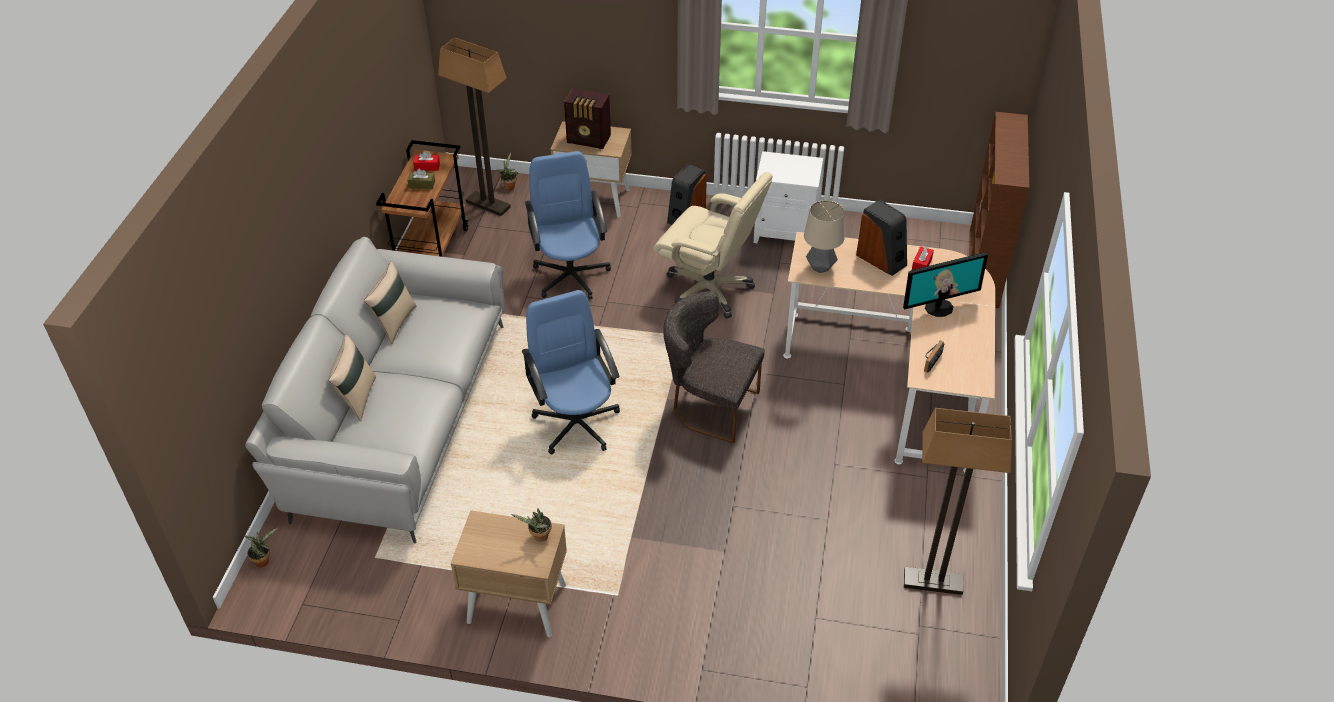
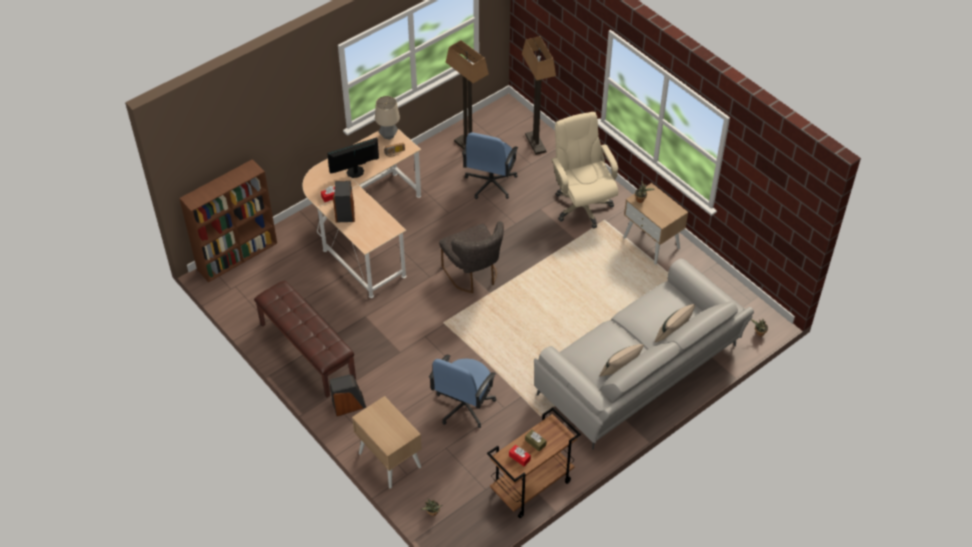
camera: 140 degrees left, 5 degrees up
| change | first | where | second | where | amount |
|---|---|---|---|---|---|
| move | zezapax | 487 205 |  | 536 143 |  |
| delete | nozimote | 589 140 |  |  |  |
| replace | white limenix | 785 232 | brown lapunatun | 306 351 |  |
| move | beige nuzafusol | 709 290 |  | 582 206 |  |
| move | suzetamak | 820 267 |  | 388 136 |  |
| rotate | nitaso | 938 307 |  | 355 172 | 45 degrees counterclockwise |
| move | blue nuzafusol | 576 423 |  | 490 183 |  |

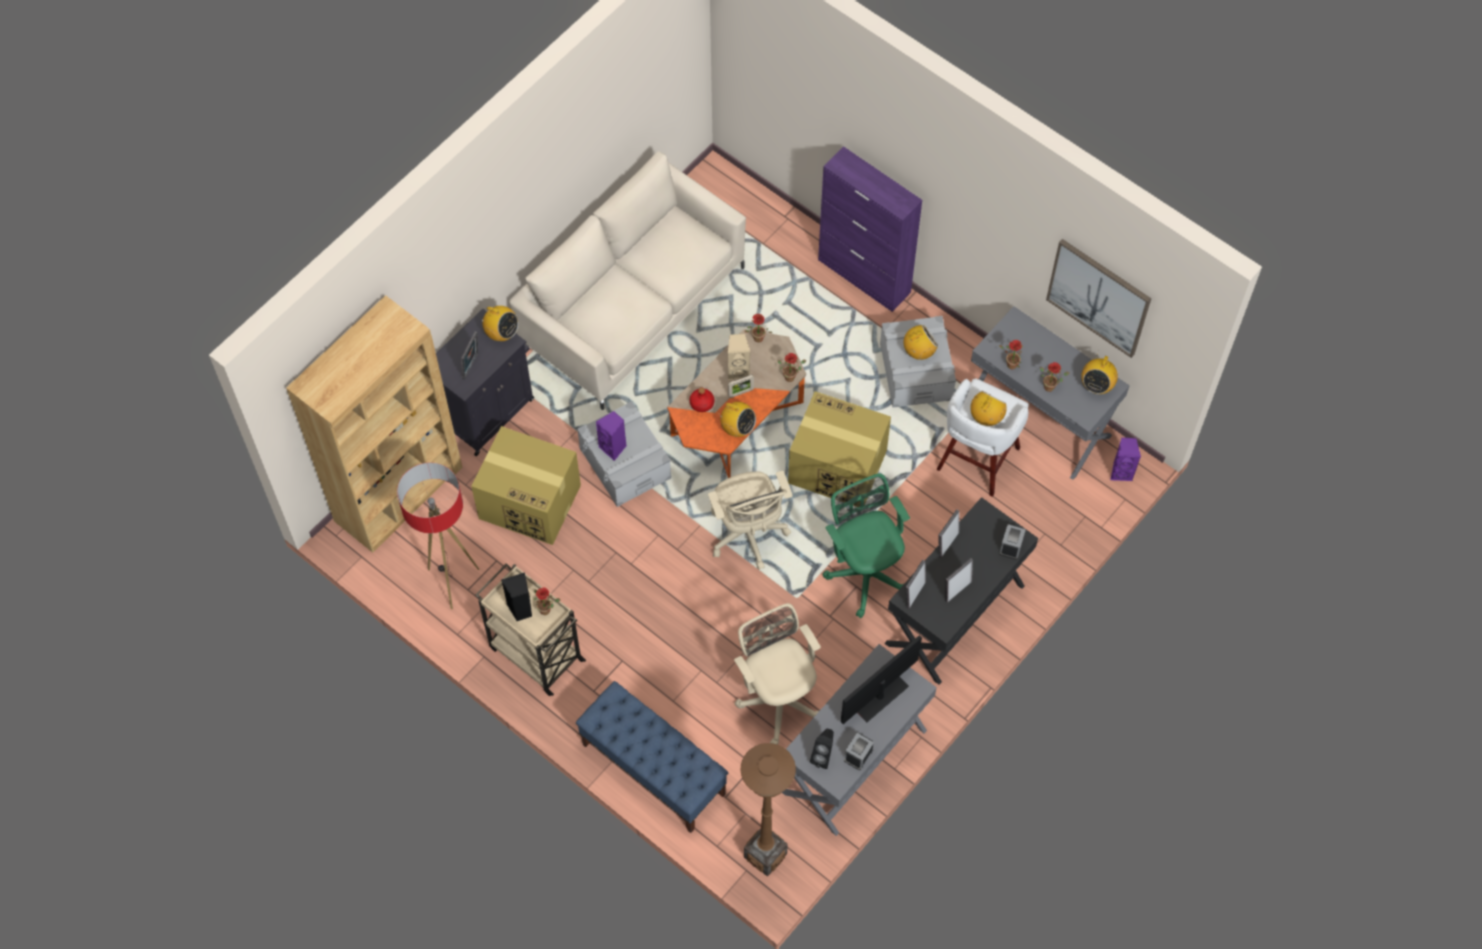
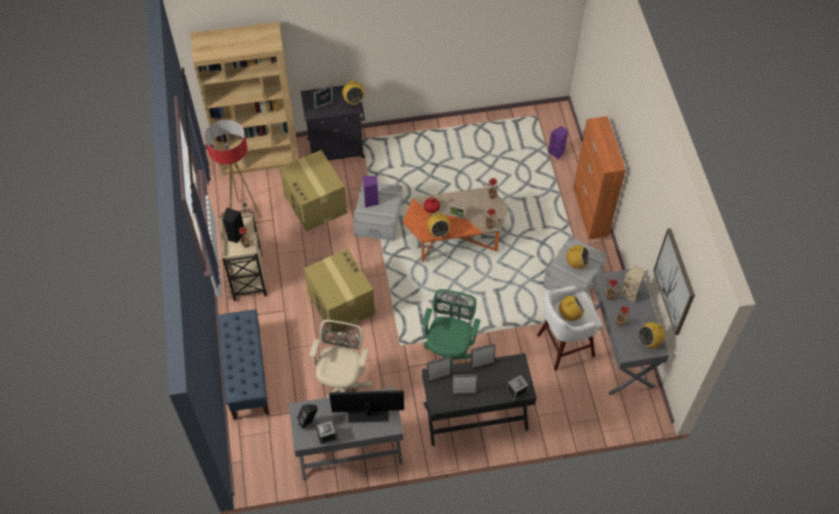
camera: 40 degrees right, 5 degrees down
| change | first | where | second | where | amount |
|---|---|---|---|---|---|
| recolor | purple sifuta | 864 276 | orange sifuta | 590 212 |  |
| delete | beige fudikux | 632 306 |  |  |  |
| move | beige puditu | 738 370 |  | 630 293 |  |
| move | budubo | 836 467 |  | 340 303 |  |
| move | purple puditu | 1121 472 |  | 557 152 |  |
| delete | beige nuzafusol | 748 534 |  |  |  |
| delete | brown zezapax | 765 855 |  |  |  |

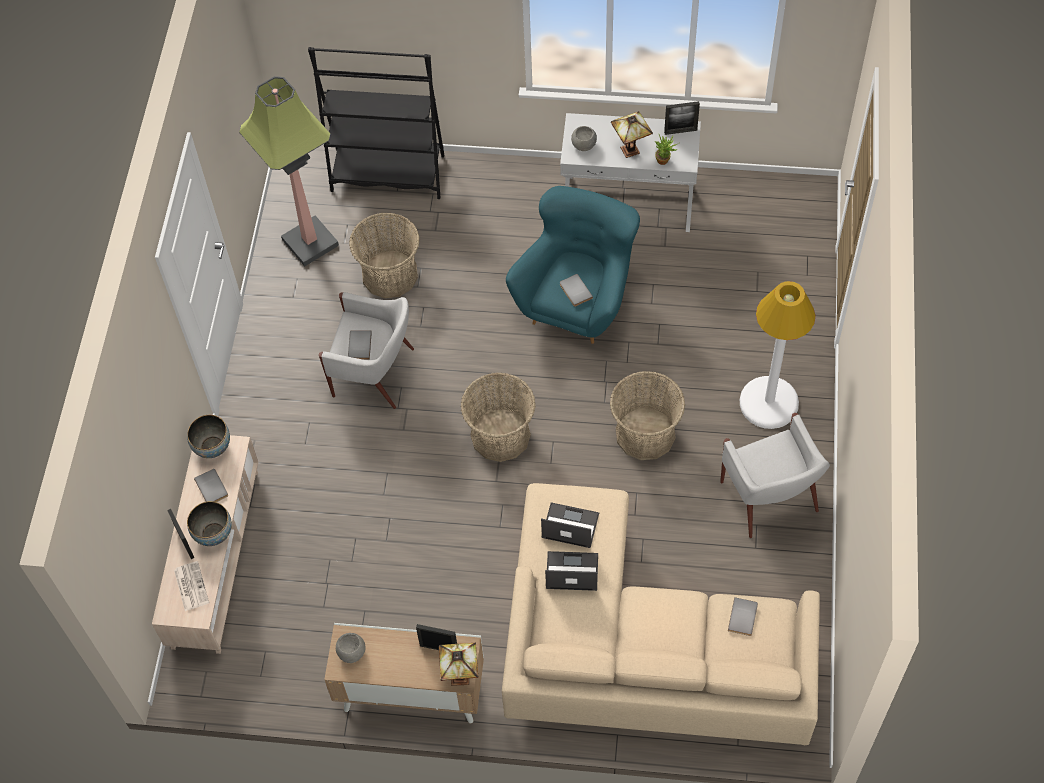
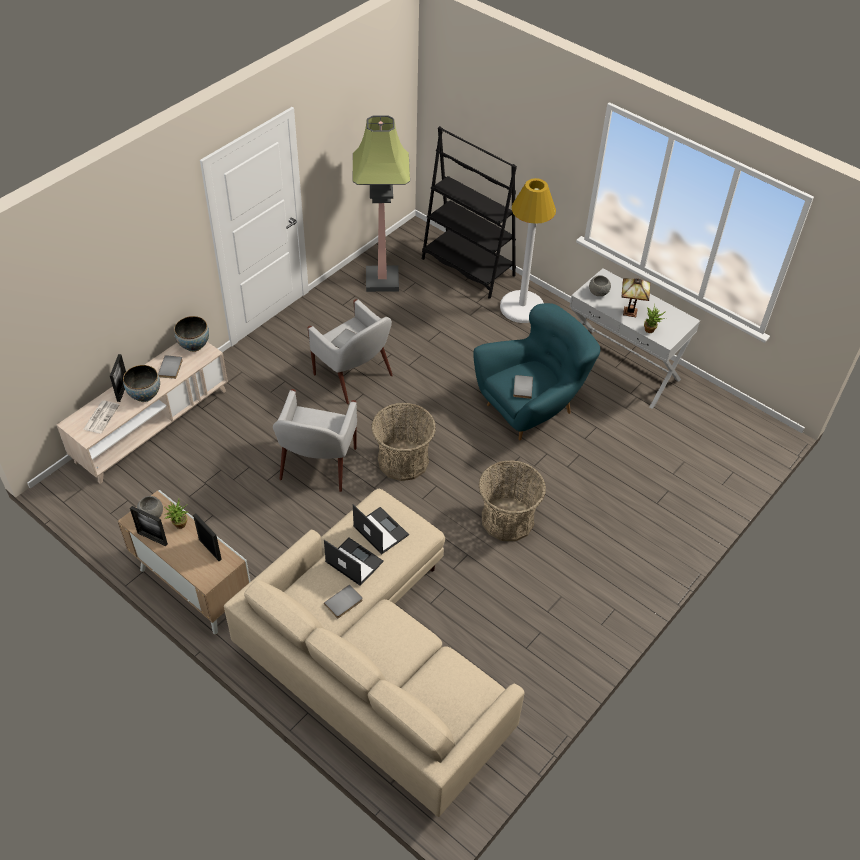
camera: 30 degrees right, 10 degrees down
| change | first | where | second | where | amount |
|---|---|---|---|---|---|
| move | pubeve | 680 131 |  | 152 538 |  |
| delete | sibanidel | 390 274 |  |  |  |
| move | white zezapax | 769 403 |  | 522 307 |  |
| move | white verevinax | 769 498 |  | 317 465 |  |
| move | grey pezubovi | 744 617 |  | 344 603 |  |
| delete | suzetamak | 461 675 |  |  |  |
| insert |  |  | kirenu | 179 526 |  |

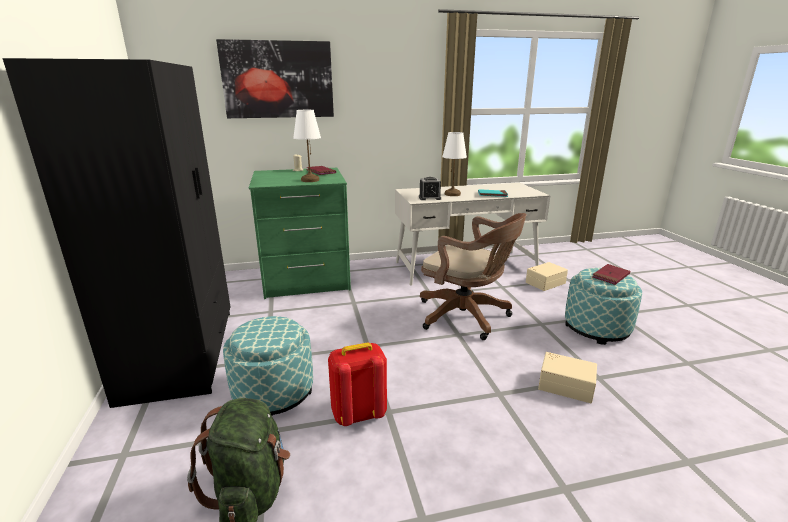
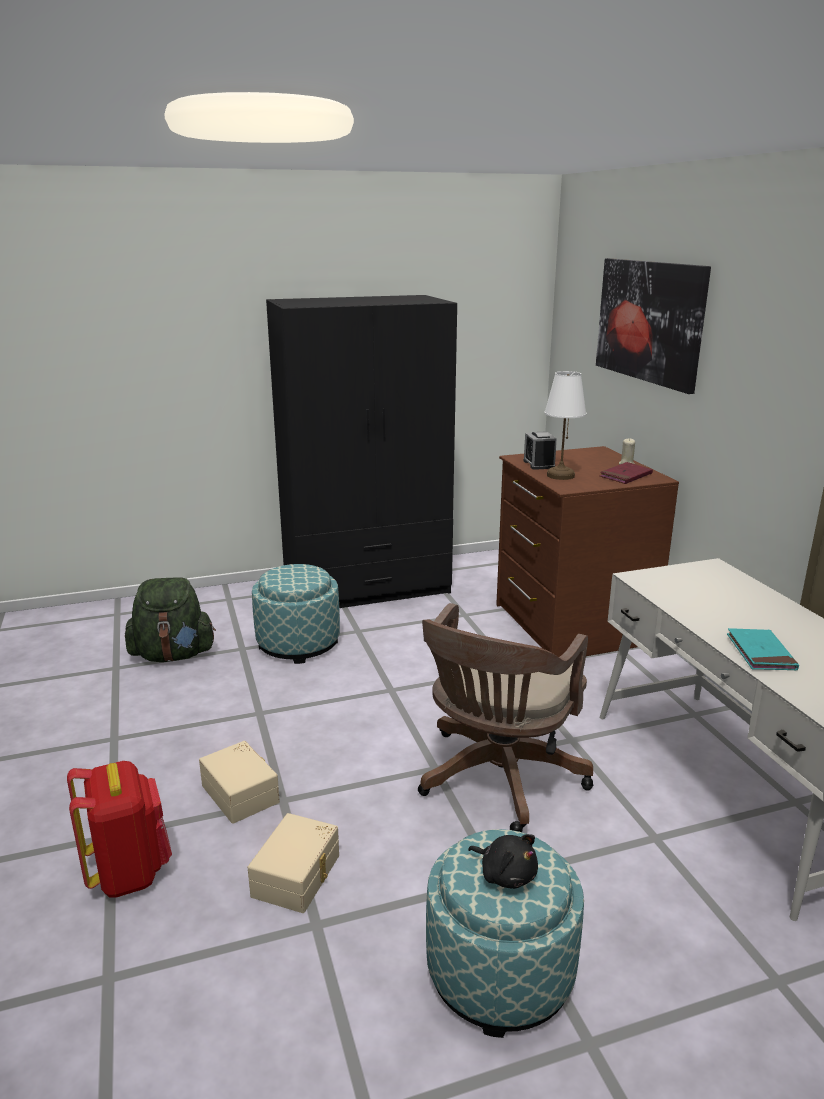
camera: 85 degrees right, 0 degrees up
| change | first | where | second | where | amount |
|---|---|---|---|---|---|
| delete | white suzetamak | 452 194 |  |  |  |
| recolor | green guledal | 306 279 | brown guledal | 570 624 |  |
| move | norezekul | 429 198 |  | 539 464 |  |
| move | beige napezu | 544 282 |  | 242 792 |  |
| replace | red pezubovi | 610 276 | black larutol | 506 874 |  |
| move | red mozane | 358 414 |  | 129 872 |  |

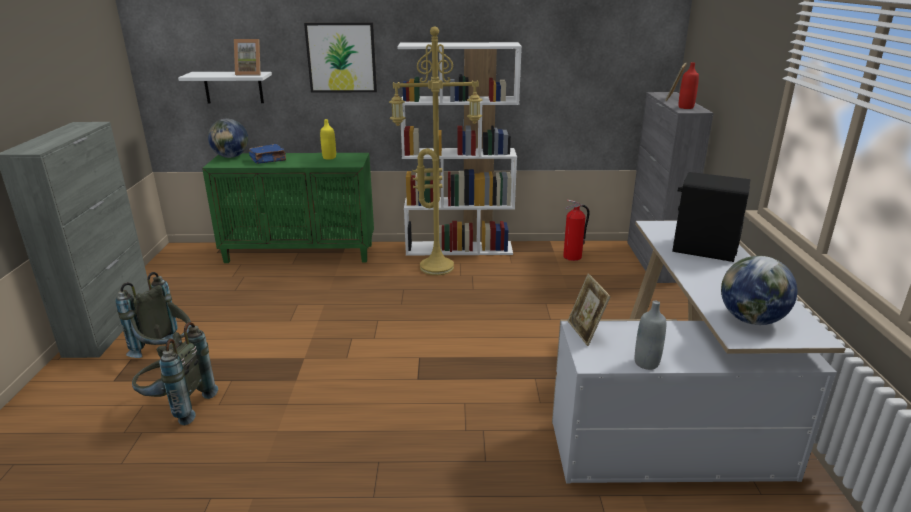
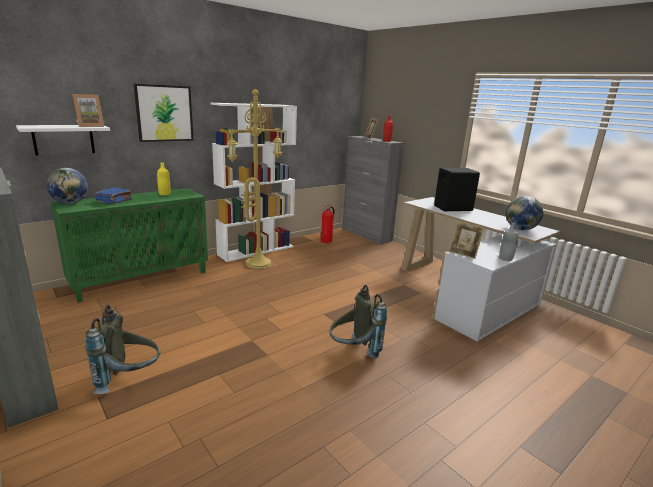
camera: 40 degrees left, 5 degrees down
| change | first | where | second | where | amount |
|---|---|---|---|---|---|
| move | grey mozane | 177 407 |  | 353 352 |  |

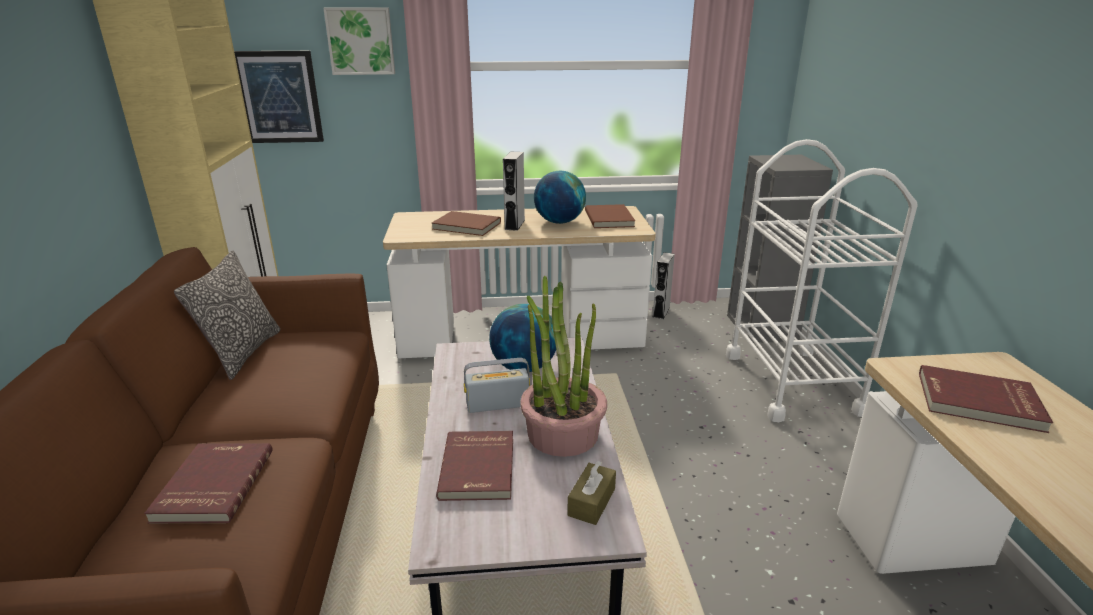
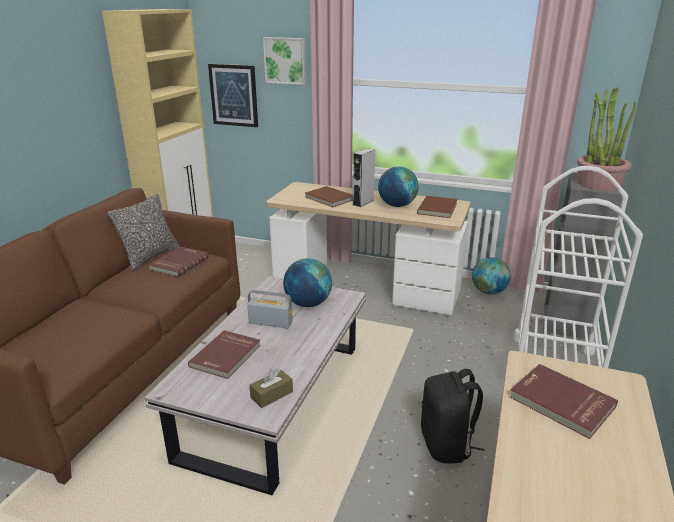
camera: 25 degrees right, 0 degrees up
| change | first | where | second | where | amount |
|---|---|---|---|---|---|
| replace | grey puditu | 661 312 | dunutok | 488 292 |  |
| move | kirenu | 562 433 |  | 598 184 |  |
| move | red pezubovi | 212 485 |  | 178 263 |  |
| insert |  |  | black mozane | 447 445 |  |

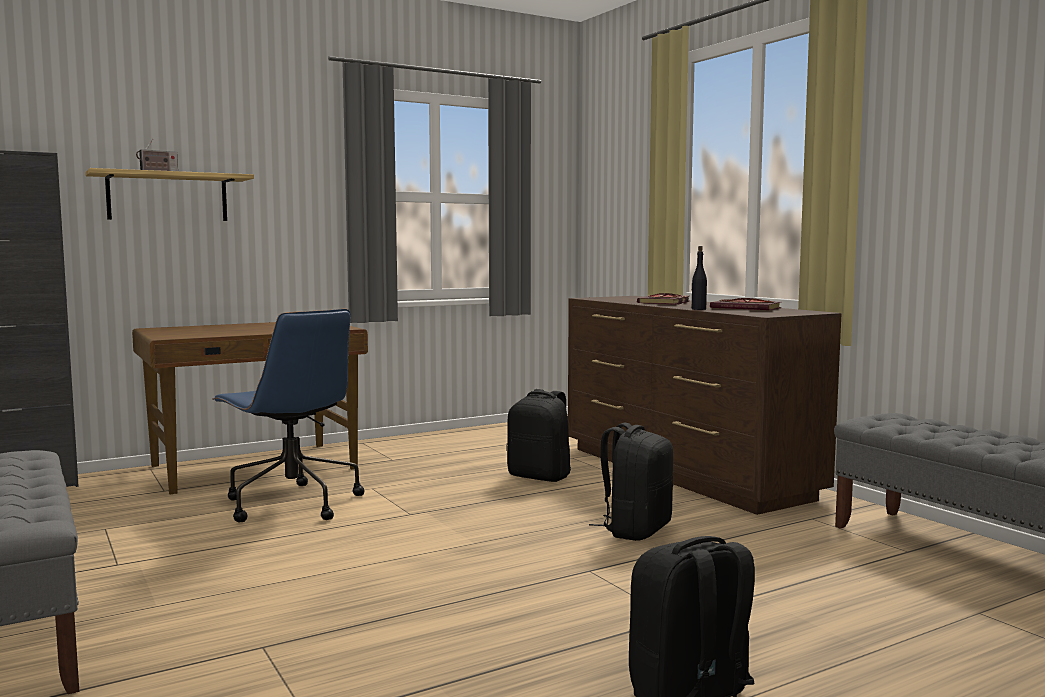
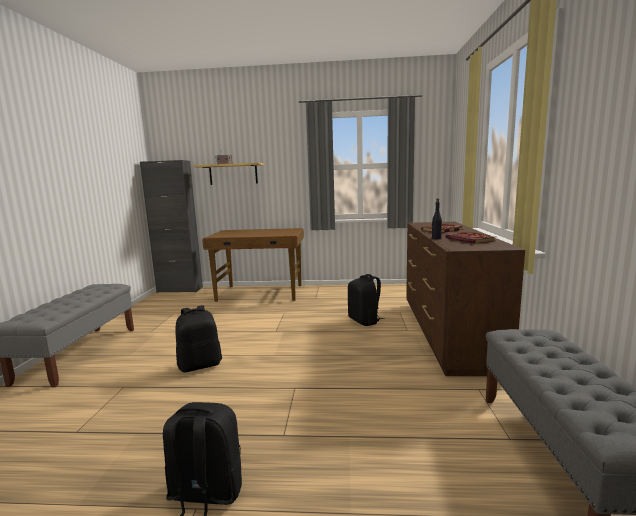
camera: 35 degrees right, 5 degrees up
| change | first | where | second | where | amount |
|---|---|---|---|---|---|
| delete | blue nuzafusol | 291 503 |  |  |  |
| move | black mozane | 635 530 |  | 200 365 |  |

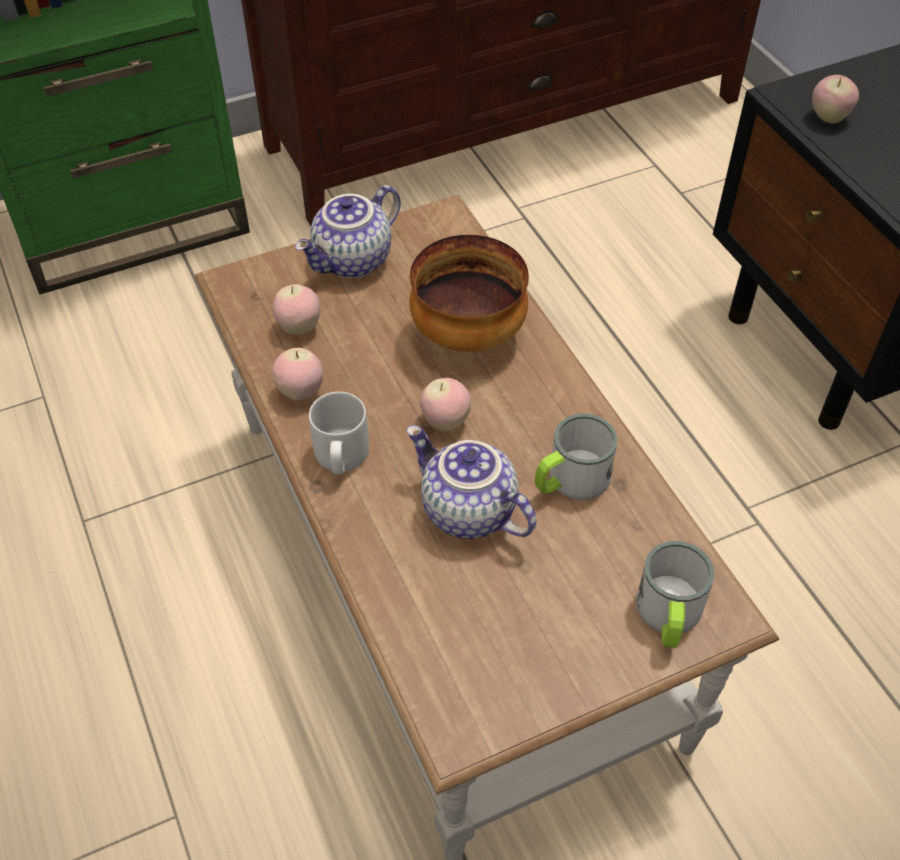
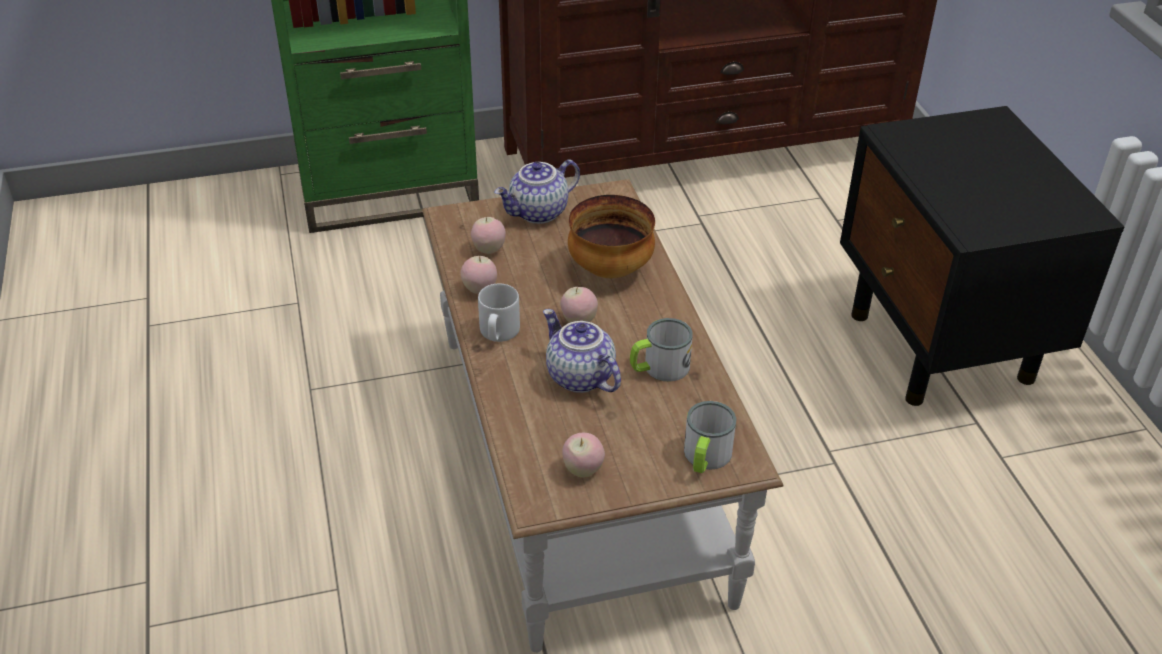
camera: 10 degrees right, 10 degrees down
| change | first | where | second | where | amount |
|---|---|---|---|---|---|
| move | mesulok | 828 118 |  | 583 470 |  |

